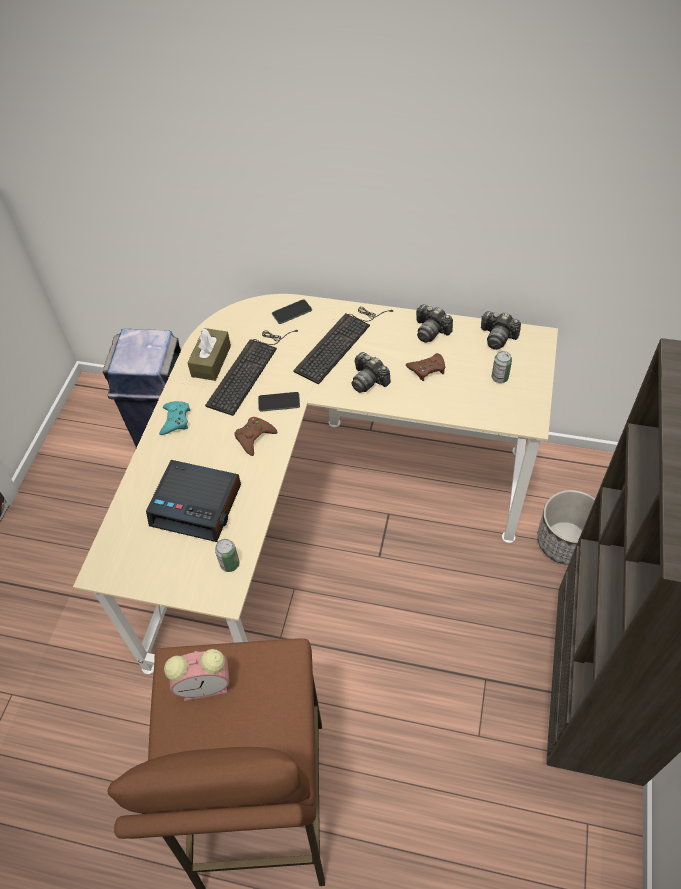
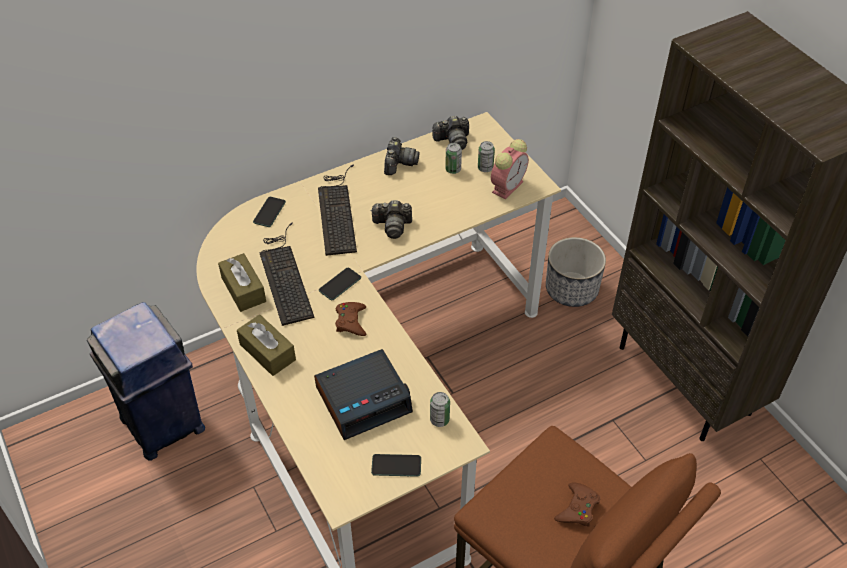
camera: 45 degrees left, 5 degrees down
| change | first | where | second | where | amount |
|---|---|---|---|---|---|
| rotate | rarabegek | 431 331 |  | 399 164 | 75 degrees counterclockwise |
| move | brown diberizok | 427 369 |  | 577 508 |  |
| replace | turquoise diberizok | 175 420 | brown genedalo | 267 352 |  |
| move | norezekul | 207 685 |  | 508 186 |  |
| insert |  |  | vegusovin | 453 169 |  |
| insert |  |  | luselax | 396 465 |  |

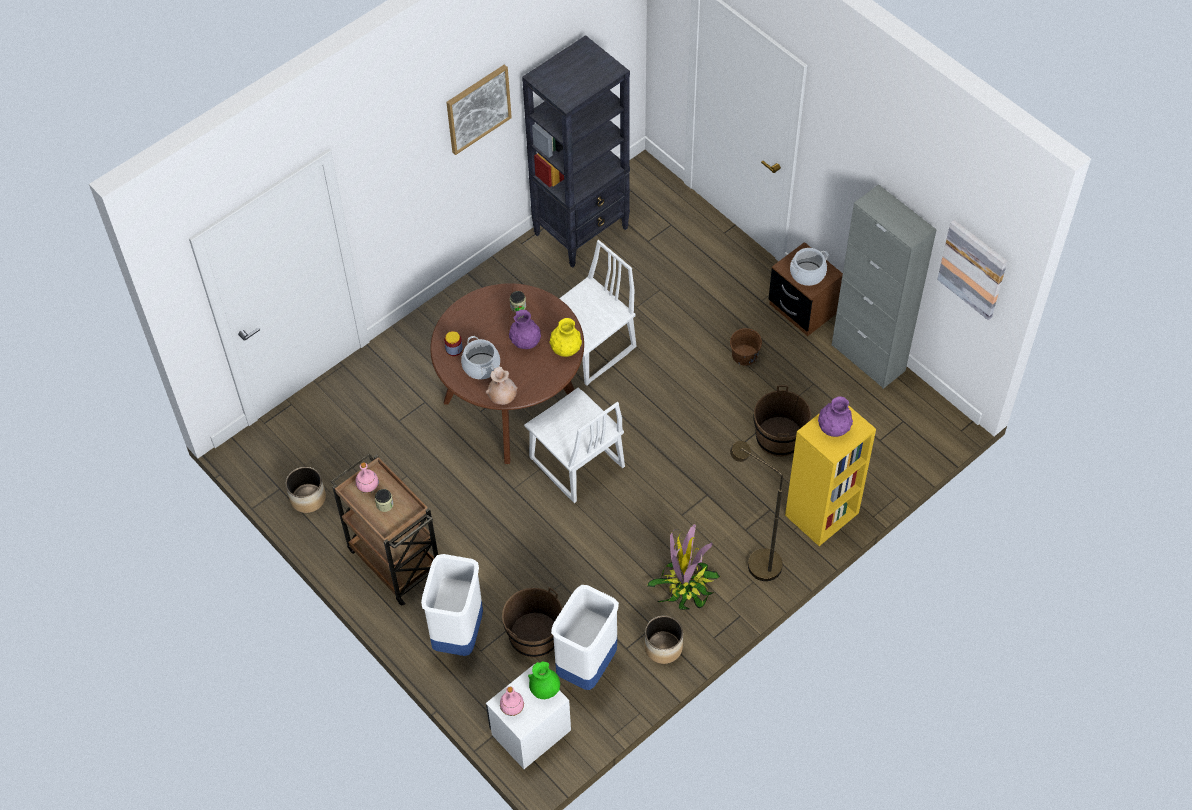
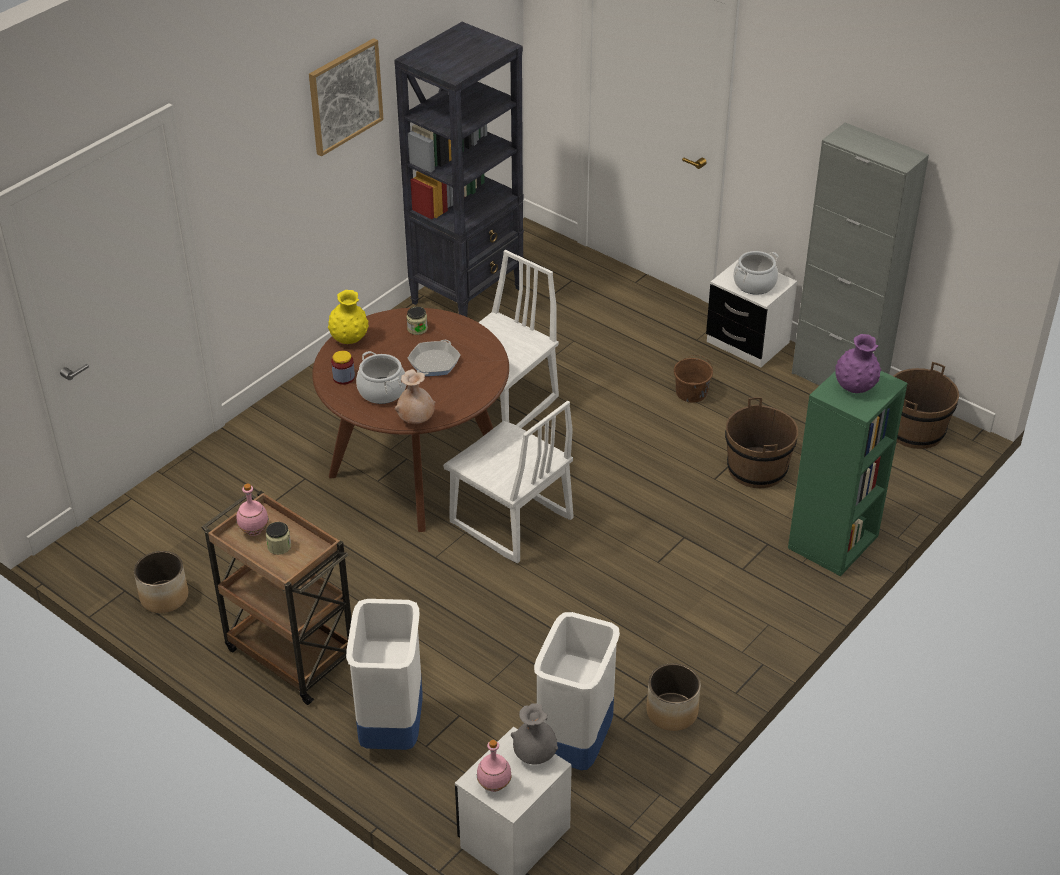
camera: 10 degrees left, 15 degrees down
| change | first | where | second | where | amount |
|---|---|---|---|---|---|
| delete | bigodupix | 973 269 |  |  |  |
| recolor | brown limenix | 803 308 | white limenix | 747 342 |  |
| replace | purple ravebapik | 525 342 | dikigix | 434 362 |  |
| move | yellow ravebapik | 566 350 |  | 349 339 |  |
| recolor | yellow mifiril | 821 515 | green mifiril | 833 543 |  |
| delete | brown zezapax | 755 561 |  |  |  |
| delete | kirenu | 685 586 |  |  |  |
| move | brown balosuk | 534 635 |  | 915 430 |  |
| recolor | green ravebapik | 545 689 | grey ravebapik | 534 755 |  |

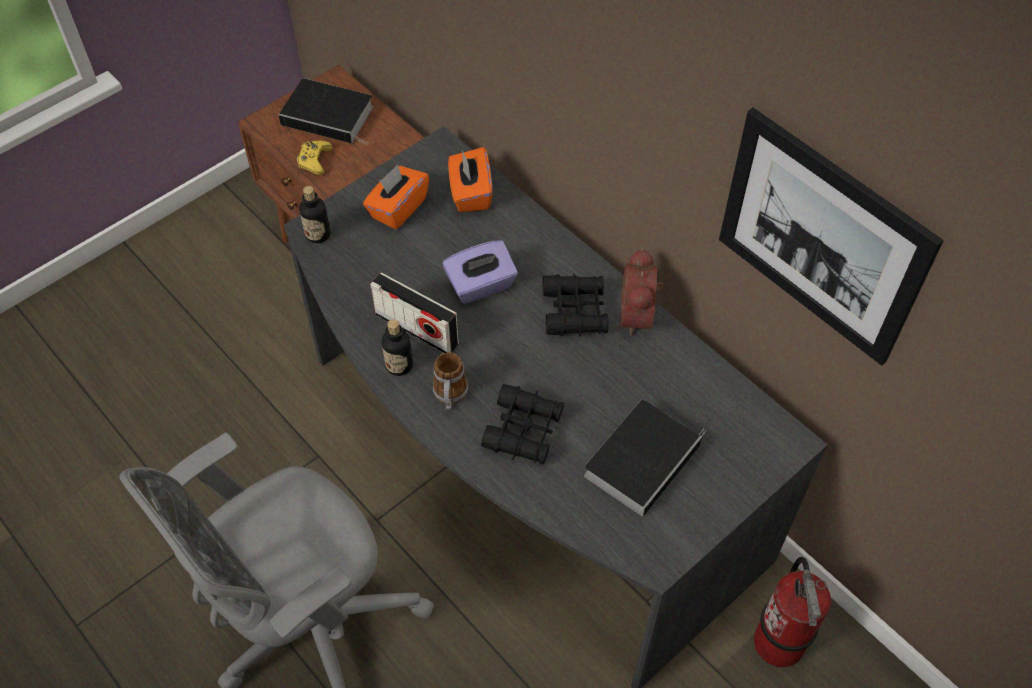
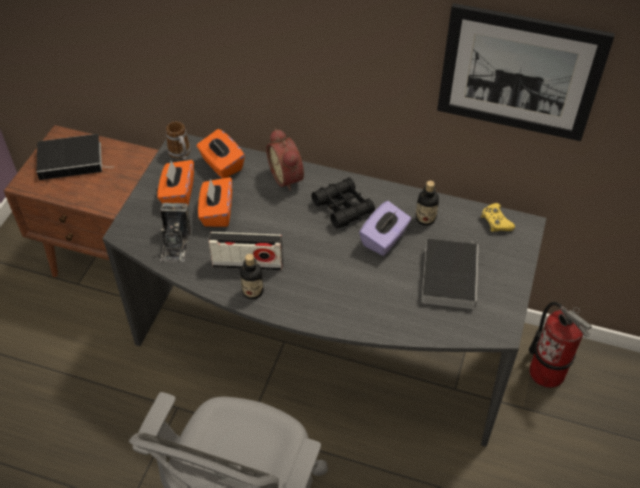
camera: 30 degrees left, 5 degrees down
| change | first | where | second | where | amount |
|---|---|---|---|---|---|
| move | yellow diberizok | 314 160 |  | 496 221 |  |
| move | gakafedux | 318 234 |  | 425 219 |  |
| move | purple genedalo | 481 286 |  | 384 239 |  |
| move | norezekul | 640 315 |  | 288 177 |  |
| move | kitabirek | 450 397 |  | 181 154 |  |
| delete | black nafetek | 523 430 |  |  |  |
| insert |  |  | orange genedalo | 217 212 |  |
| insert |  |  | rarabegek | 176 243 |  |

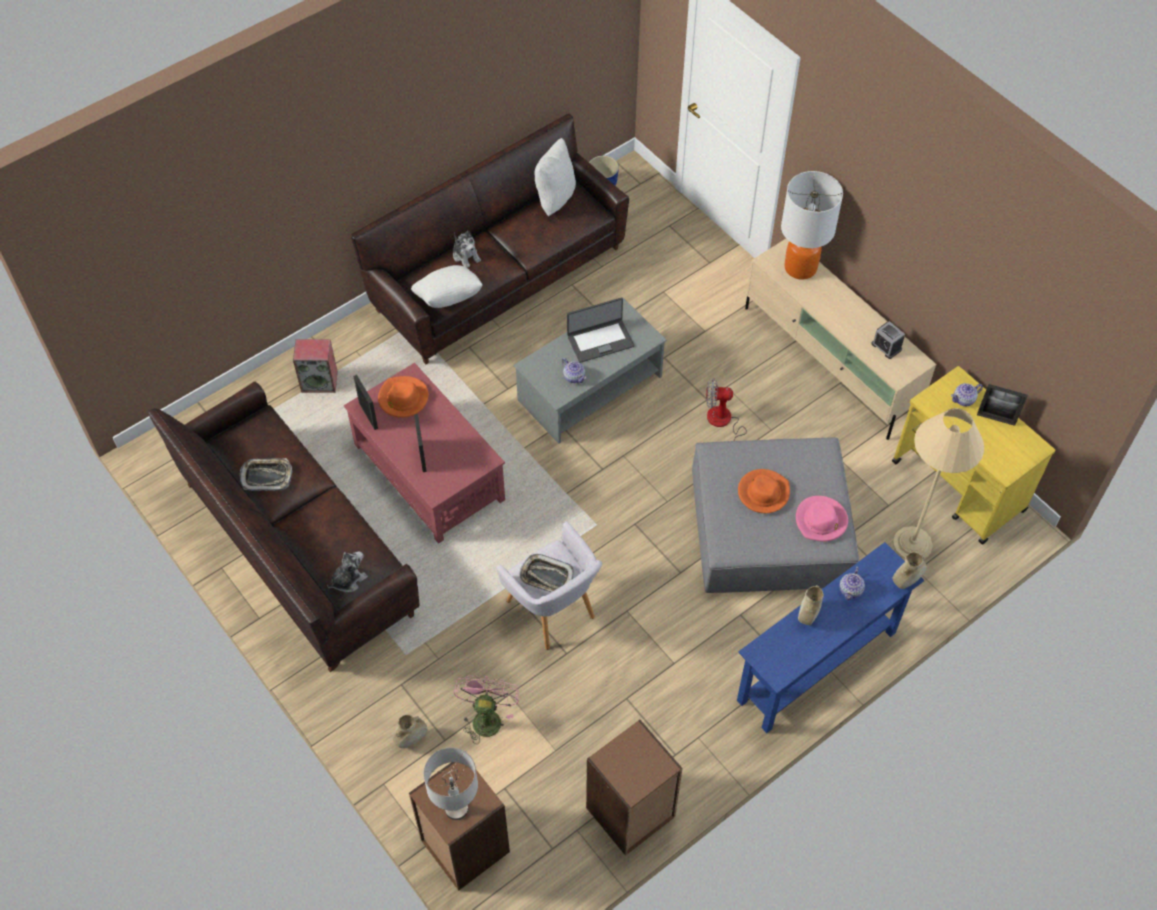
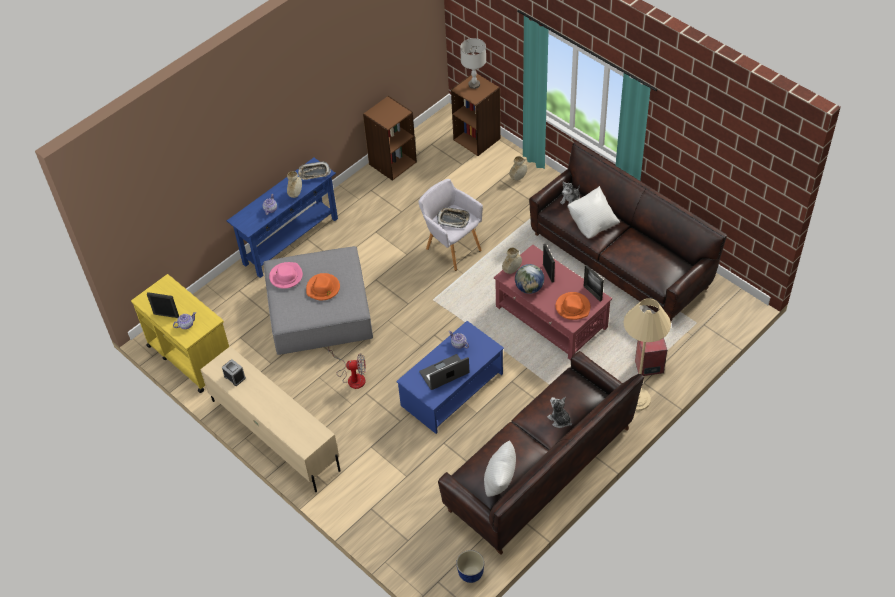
camera: 175 degrees right, 5 degrees down
| change | first | where | second | where | amount |
|---|---|---|---|---|---|
| delete | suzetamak | 800 268 |  |  |  |
| move | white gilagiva | 448 300 |  | 592 223 |  |
| recolor | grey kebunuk | 590 388 | blue kebunuk | 451 390 |  |
| move | beige zezapax | 912 544 |  | 637 399 |  |
| move | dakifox | 266 476 |  | 314 173 |  |
| move | beige ravebapik | 906 581 |  | 512 270 |  |
| delete | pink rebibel | 486 717 |  |  |  |
| insert |  |  | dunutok | 529 288 |  |

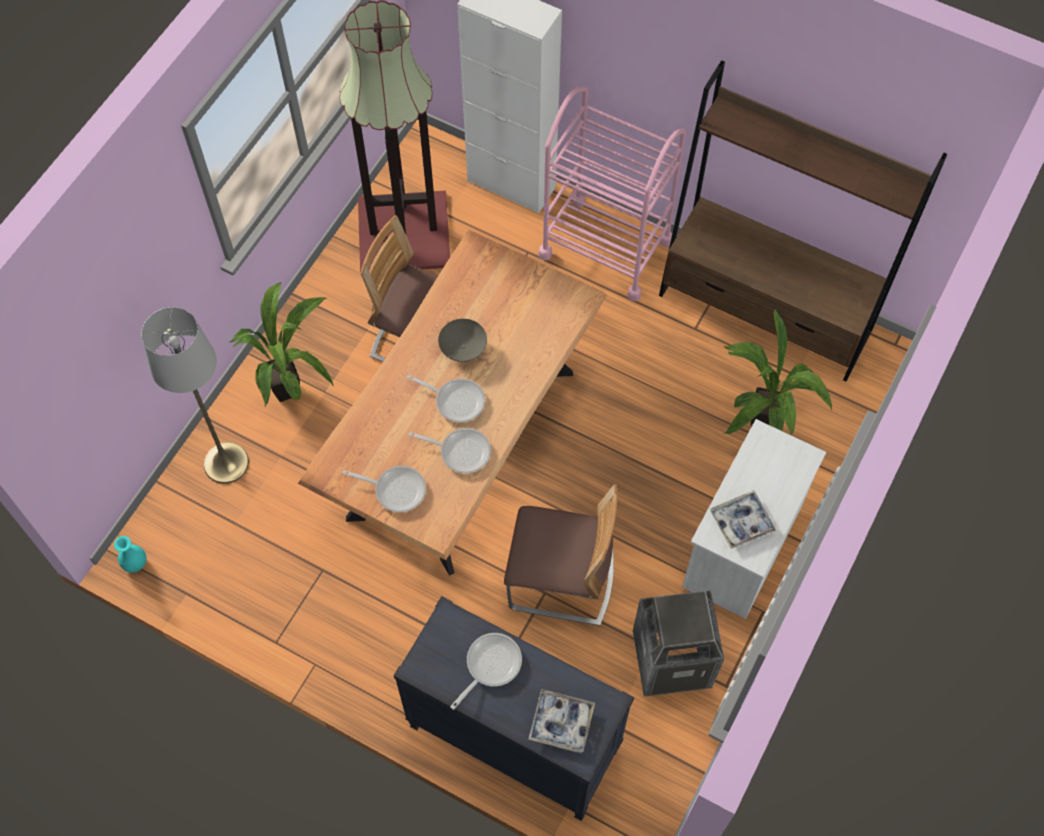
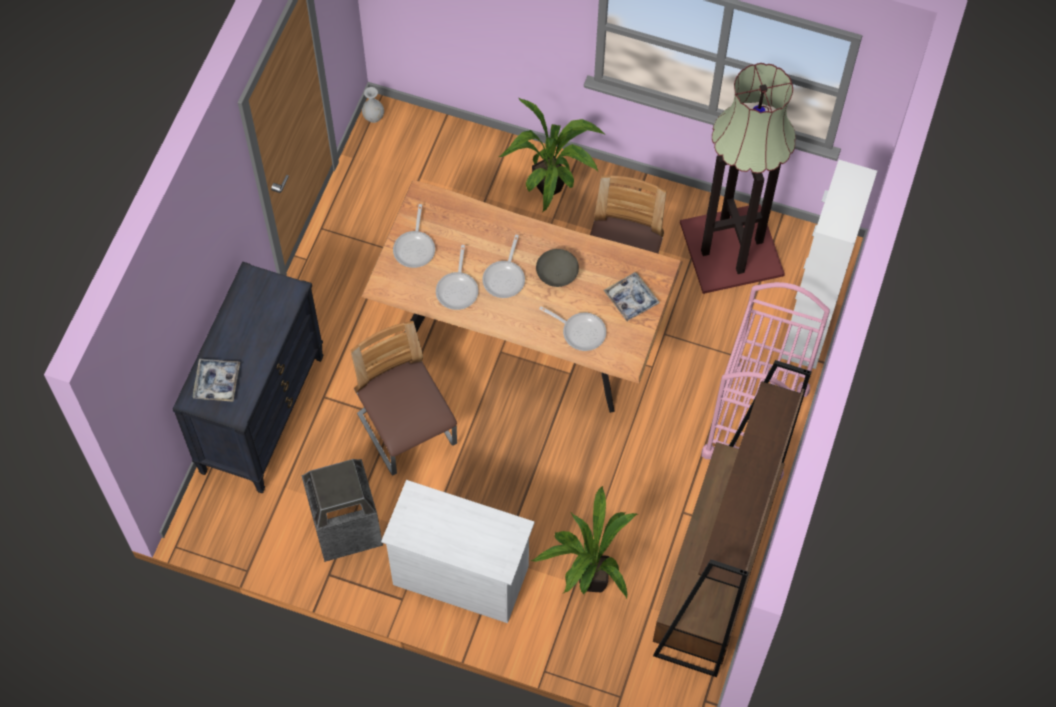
camera: 80 degrees right, 0 degrees up
| change | first | where | second | where | amount |
|---|---|---|---|---|---|
| delete | grey zezapax | 226 463 |  |  |  |
| rotate | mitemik | 561 580 |  | 407 430 | 150 degrees clockwise |
| move | dakifox | 741 522 |  | 631 299 |  |
| recolor | turquoise ravebapik | 135 563 | white ravebapik | 374 116 |  |
| move | dikigix | 489 665 |  | 580 331 |  |

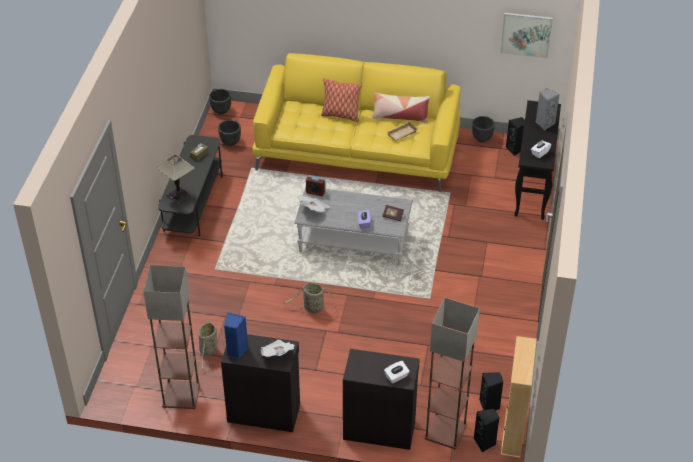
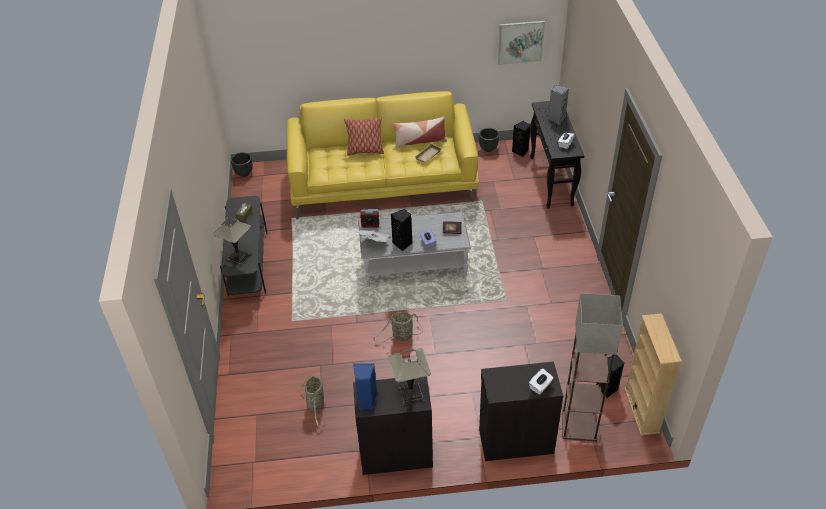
camera: 15 degrees left, 0 degrees up
| change | first | where | second | where | amount |
|---|---|---|---|---|---|
| delete | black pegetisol | 230 142 |  |  |  |
| delete | zezapax | 182 394 |  |  |  |
| replace | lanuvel | 277 354 | suzetamak | 411 394 |  |
| move | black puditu | 485 443 |  | 403 244 |  |

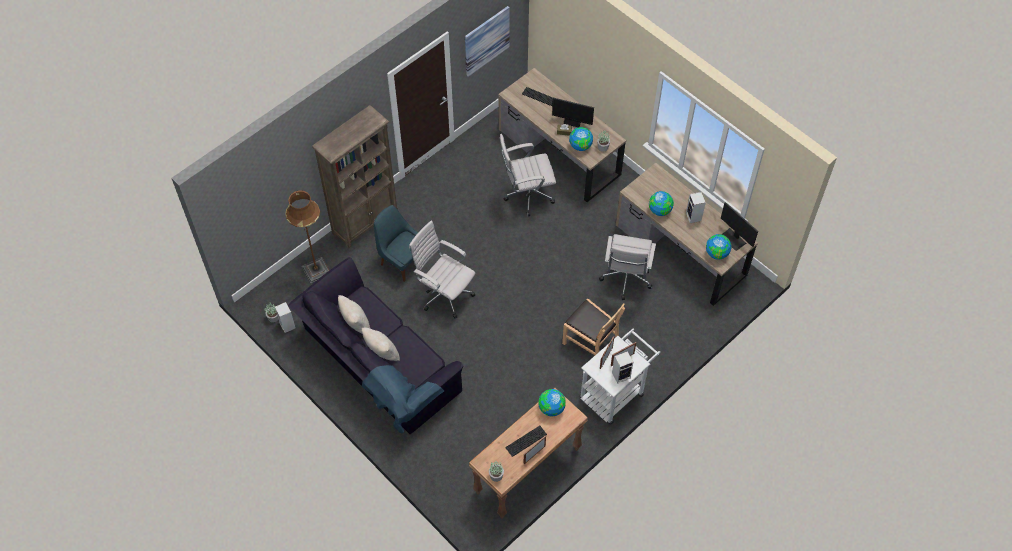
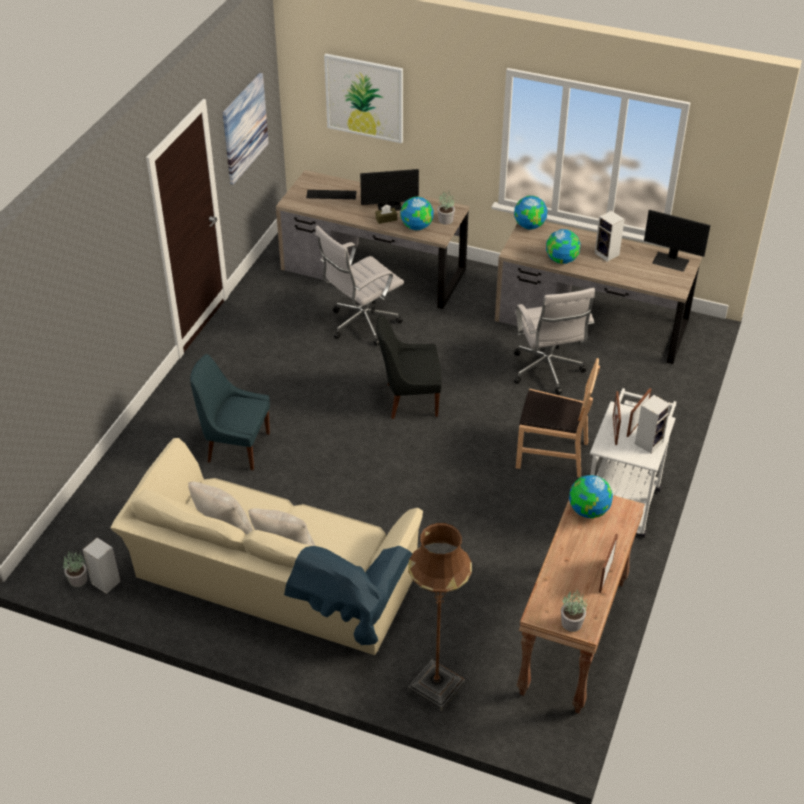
camera: 25 degrees left, 15 degrees down
| change | first | where | second | where | amount |
|---|---|---|---|---|---|
| delete | brown mifiril | 365 222 |  |  |  |
| move | brown zezapax | 316 271 |  | 436 686 |  |
| delete | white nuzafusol | 444 294 |  |  |  |
| move | dunutok | 716 253 |  | 529 225 |  |
| recolor | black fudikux | 378 364 | beige fudikux | 273 582 |  |
| delete | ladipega | 526 441 |  |  |  |
| insert |  |  | bigodupix | 364 98 |  |
| insert |  |  | black mitemik | 409 400 |  |

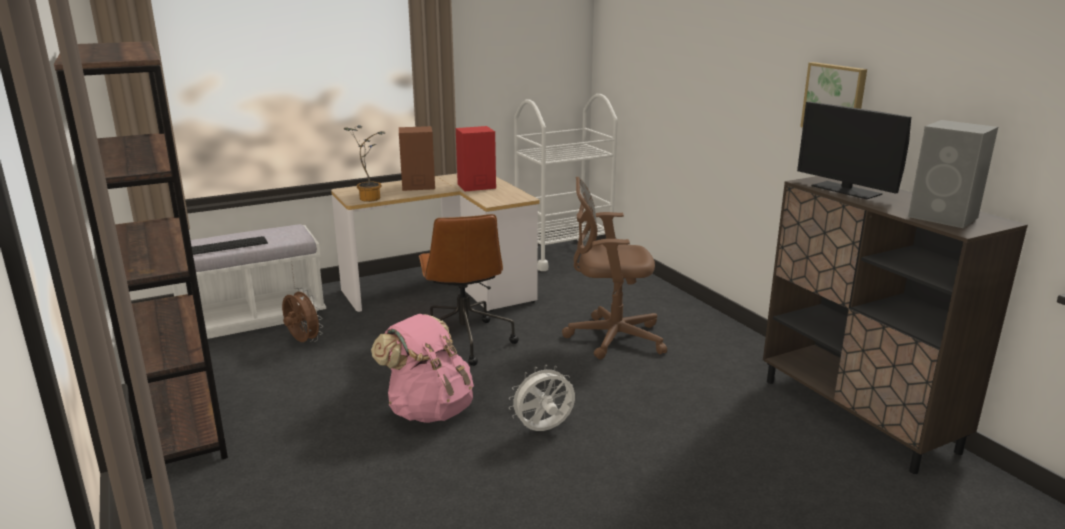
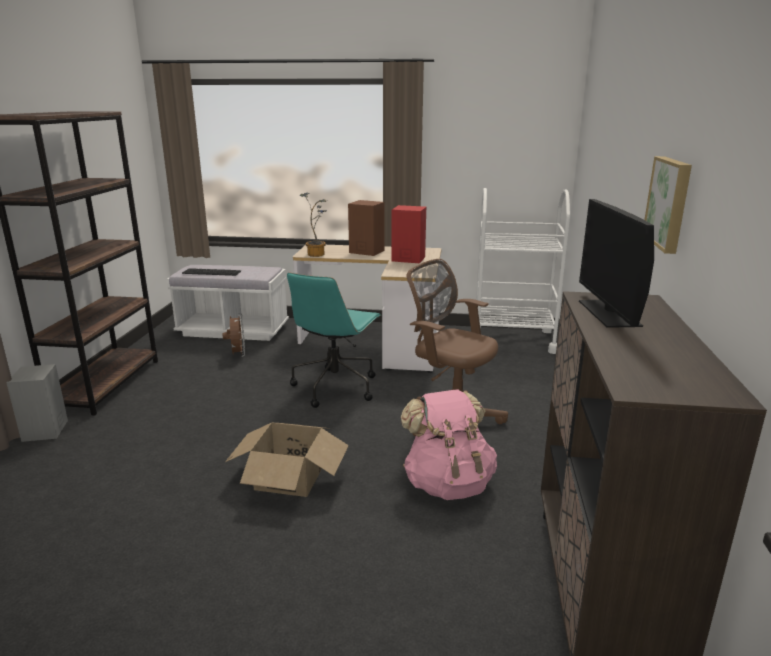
camera: 35 degrees right, 0 degrees up
| change | first | where | second | where | amount |
|---|---|---|---|---|---|
| move | grey puditu | 944 217 |  | 45 431 |  |
| recolor | brown nuzafusol | 464 341 | turquoise nuzafusol | 335 386 |  |
| move | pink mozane | 429 410 |  | 448 483 |  |
| replace | white rebibel | 544 430 | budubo | 289 477 |  |

